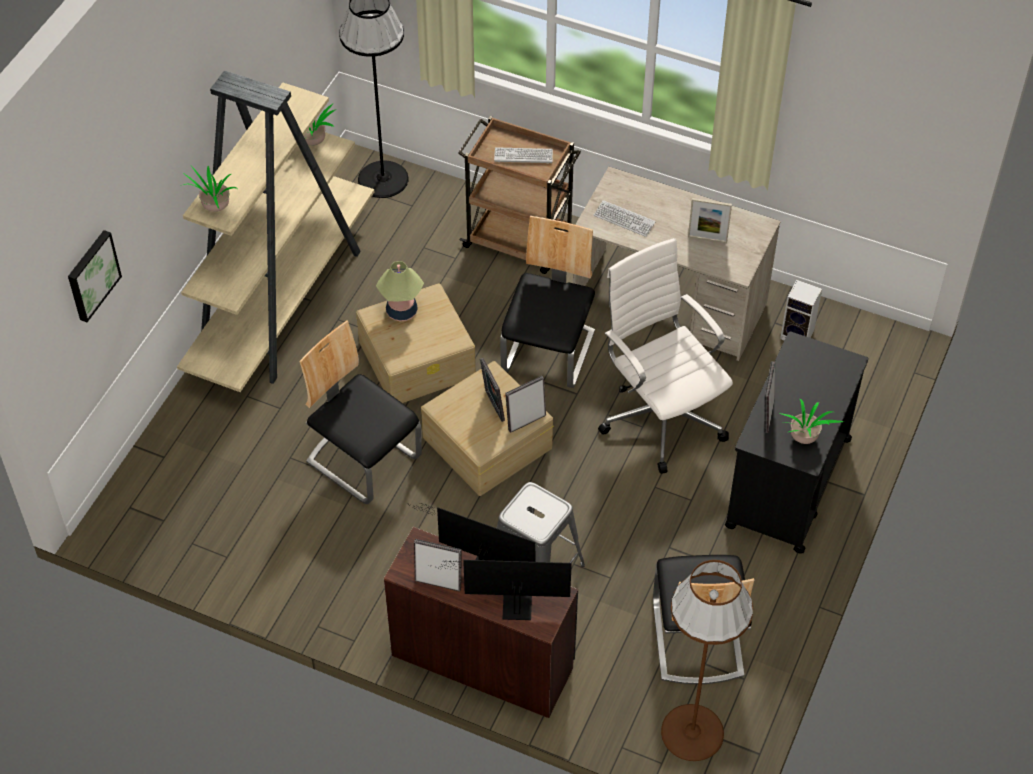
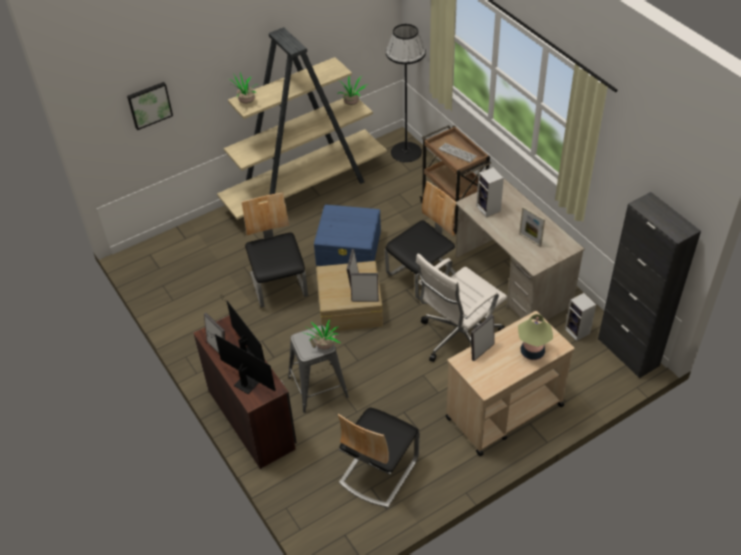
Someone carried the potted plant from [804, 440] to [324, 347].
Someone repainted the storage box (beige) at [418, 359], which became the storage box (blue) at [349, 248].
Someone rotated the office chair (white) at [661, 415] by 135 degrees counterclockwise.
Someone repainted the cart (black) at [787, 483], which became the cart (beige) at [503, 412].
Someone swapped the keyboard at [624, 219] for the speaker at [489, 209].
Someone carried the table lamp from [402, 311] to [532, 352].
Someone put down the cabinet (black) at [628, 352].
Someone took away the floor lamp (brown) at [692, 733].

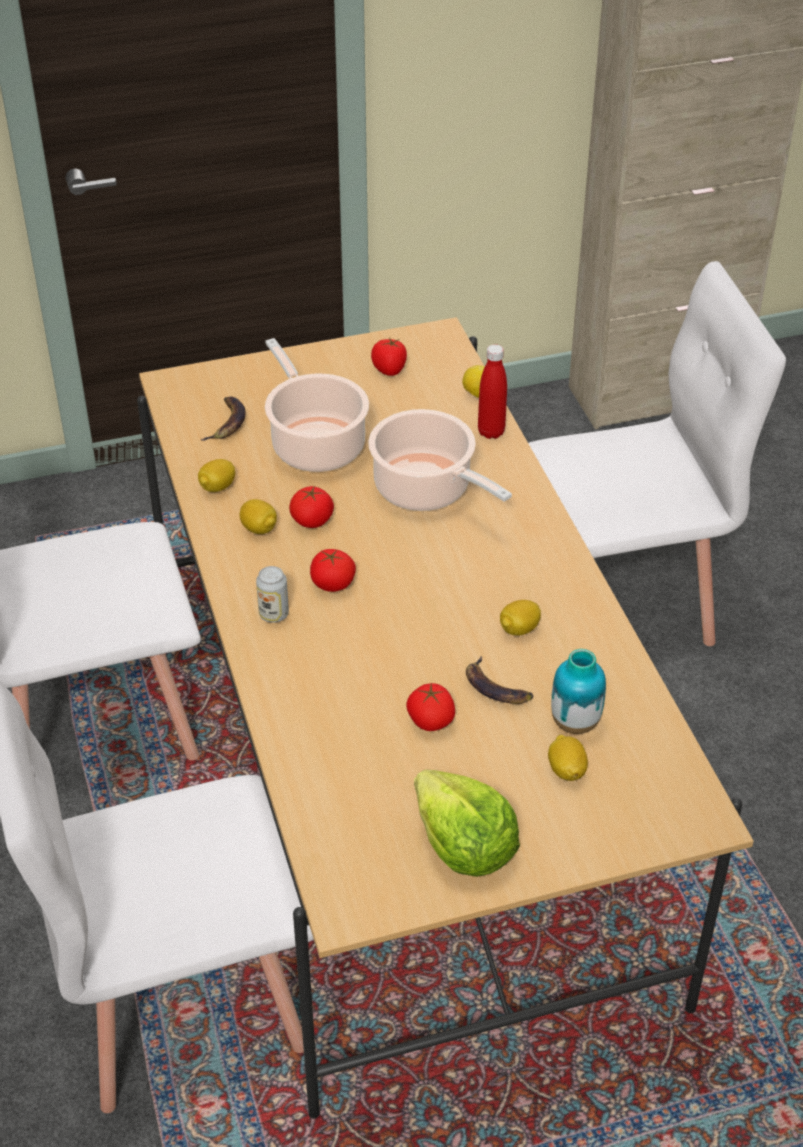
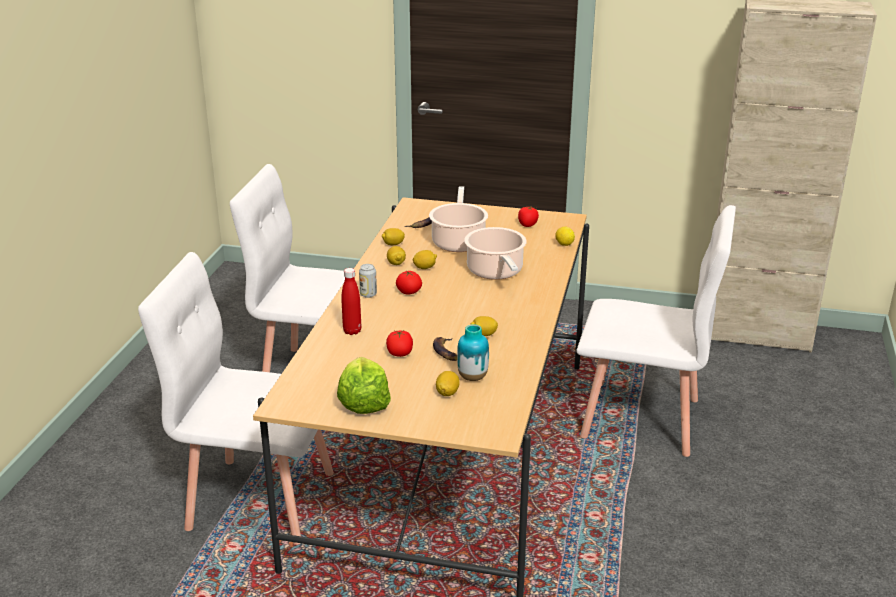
Someone carried the bottle (red) from [491, 432] to [352, 331].
Someone swapped the tomato at [312, 520] for the lemon at [425, 267].

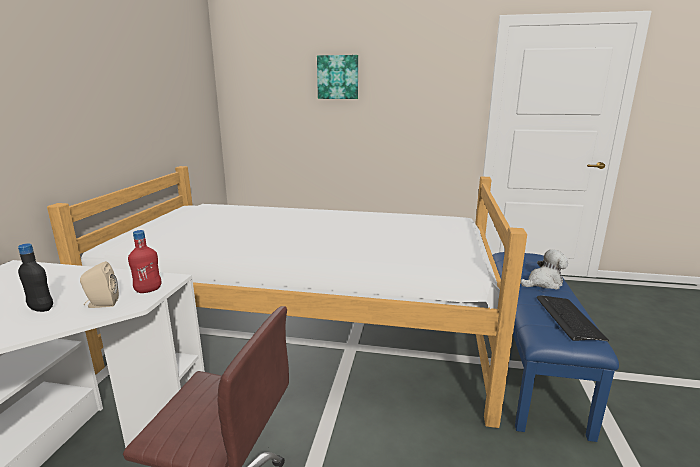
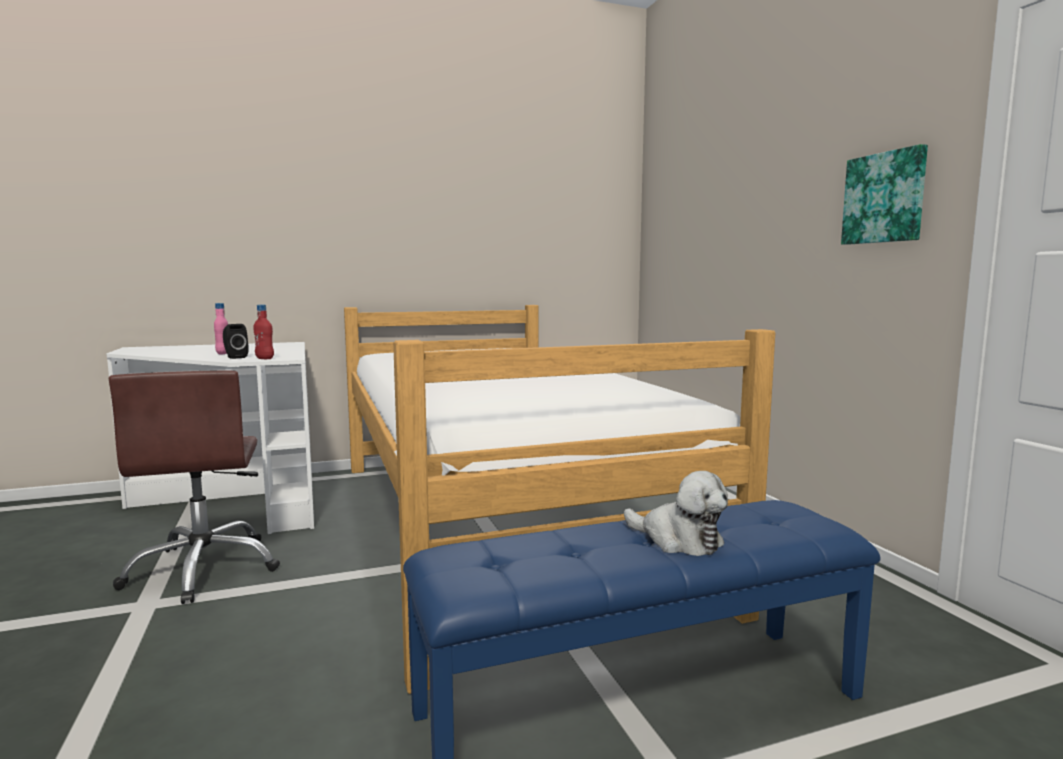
Someone repainted the bottle (black) at [41, 309], which became the bottle (pink) at [223, 353].
Someone repainted the speaker (beige) at [101, 304], which became the speaker (black) at [235, 357].
Someone carried the picture from [338, 77] to [885, 198].
Someone took away the keyboard at [568, 318].

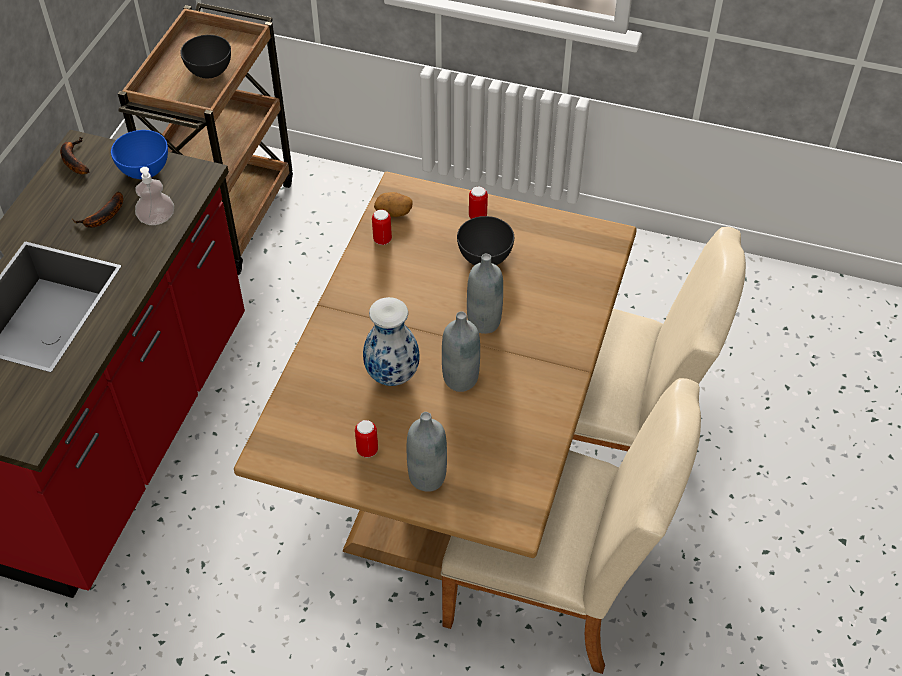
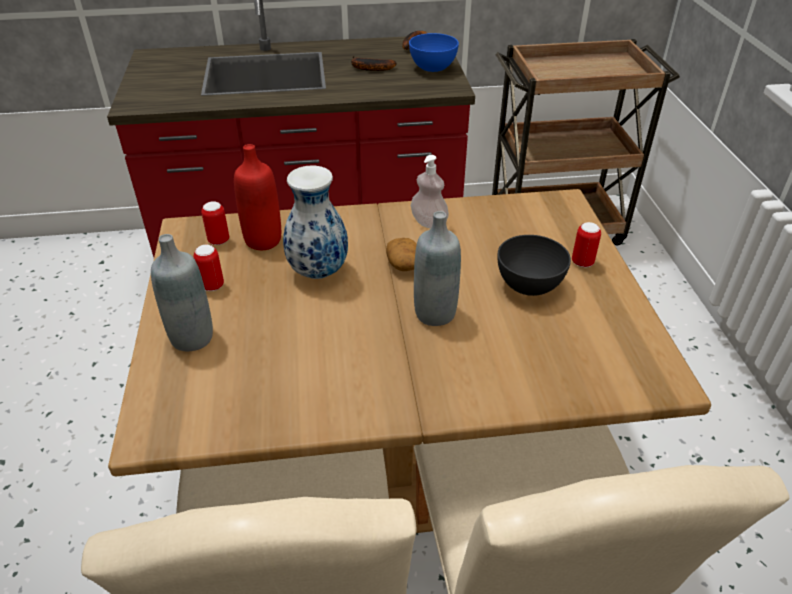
Someone carried the can from [382, 240] to [219, 240].
Someone put down the bottle (red) at [263, 240].
Someone carried the potato from [394, 212] to [404, 265].
Someone carried the soap dispenser from [157, 219] to [428, 222].
Someone took away the bowl (grey) at [209, 72].
Someone took away the bottle (grey) at [460, 379].

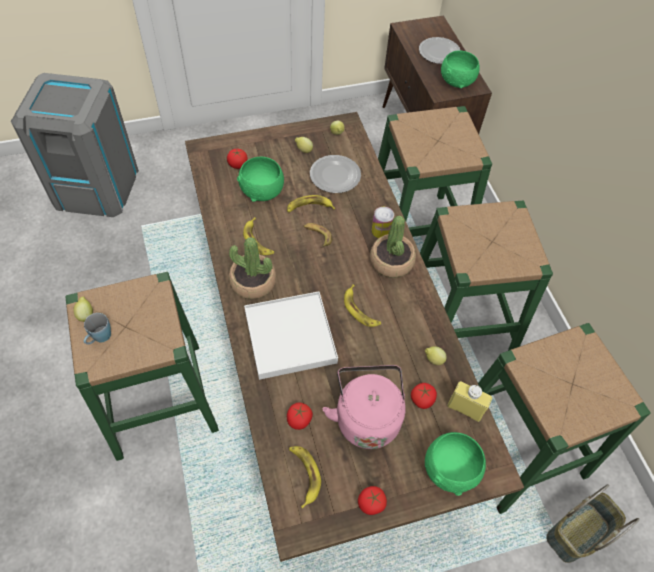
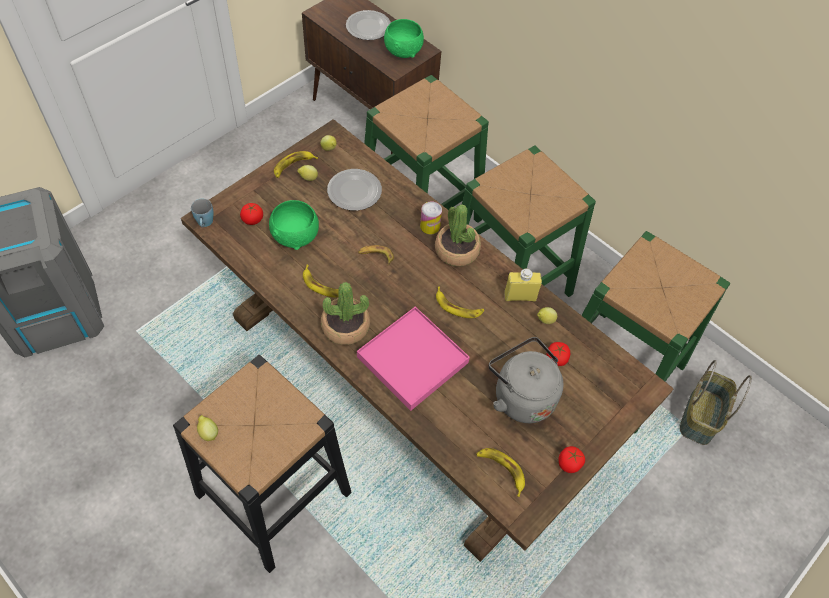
Someone repainted the stool (green) at [159, 399], which became the stool (black) at [273, 493].
Someone carried the mug (blue) from [99, 338] to [205, 224].
Someone carried the banana from [309, 207] to [293, 166].
Someone repainted the tray (white) at [290, 337], which became the tray (pink) at [413, 360].
Someone repainted the kettle (pink) at [366, 416], which became the kettle (grey) at [521, 396].
Someone carried the bottle (yellow) from [465, 409] to [520, 296].
Someone took away the tomato at [299, 420].
Someone took away the bowl (green) at [451, 469].

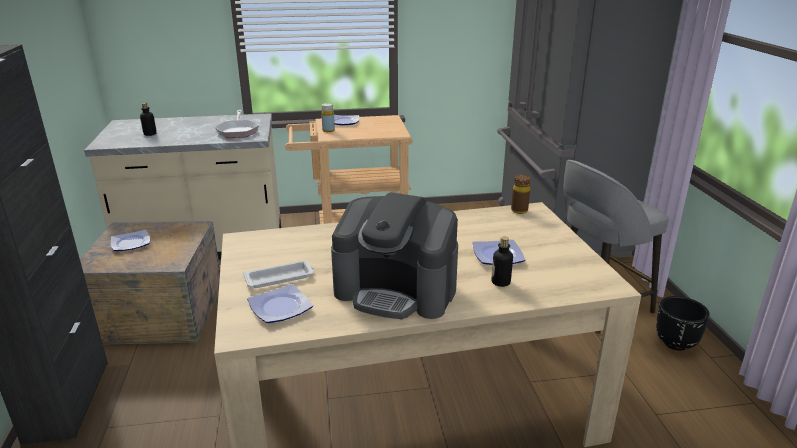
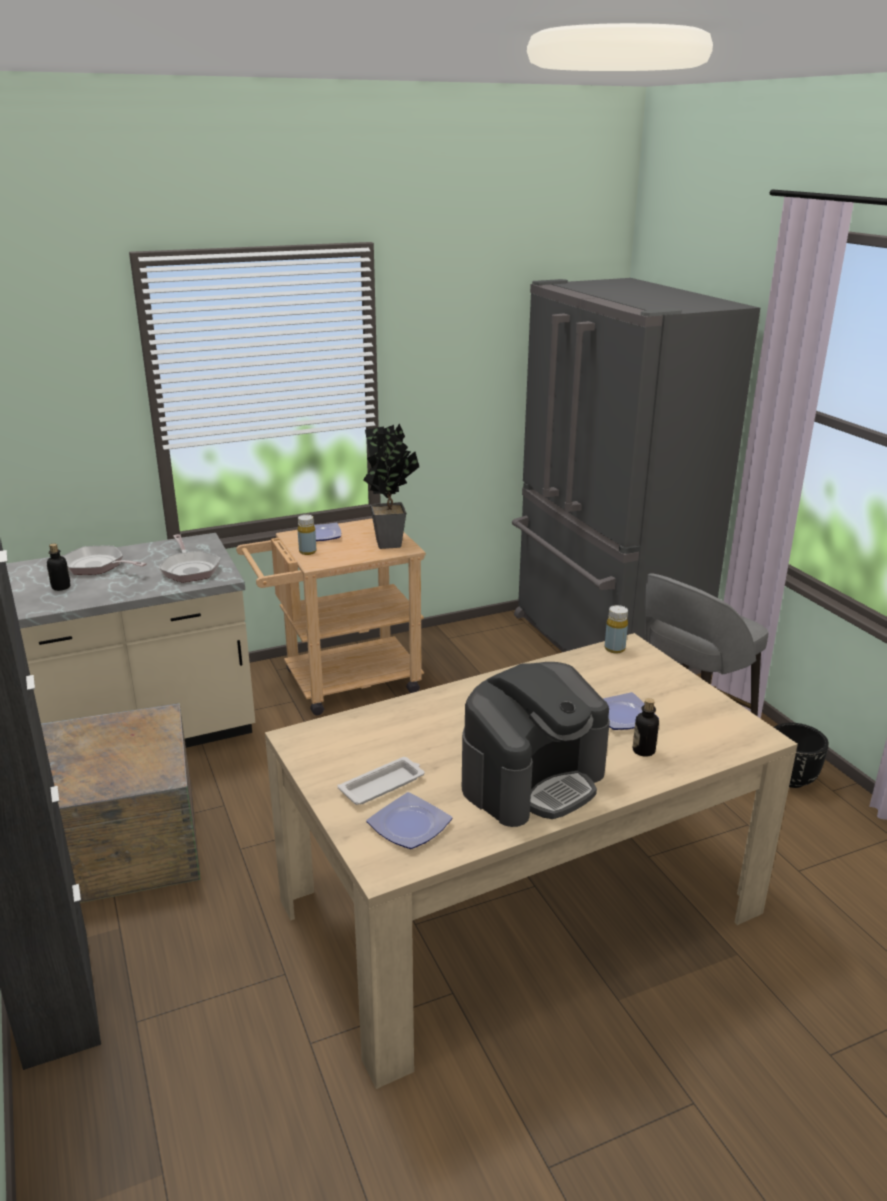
Someone put down the frying pan at [98, 566].
Someone put down the potted plant at [390, 541].
Someone rotated the coffee machine at [396, 290] by 45 degrees counterclockwise.
Someone repainted the bottle (brown) at [519, 210], which became the bottle (yellow) at [614, 649].
Someone took away the plate at [131, 243].

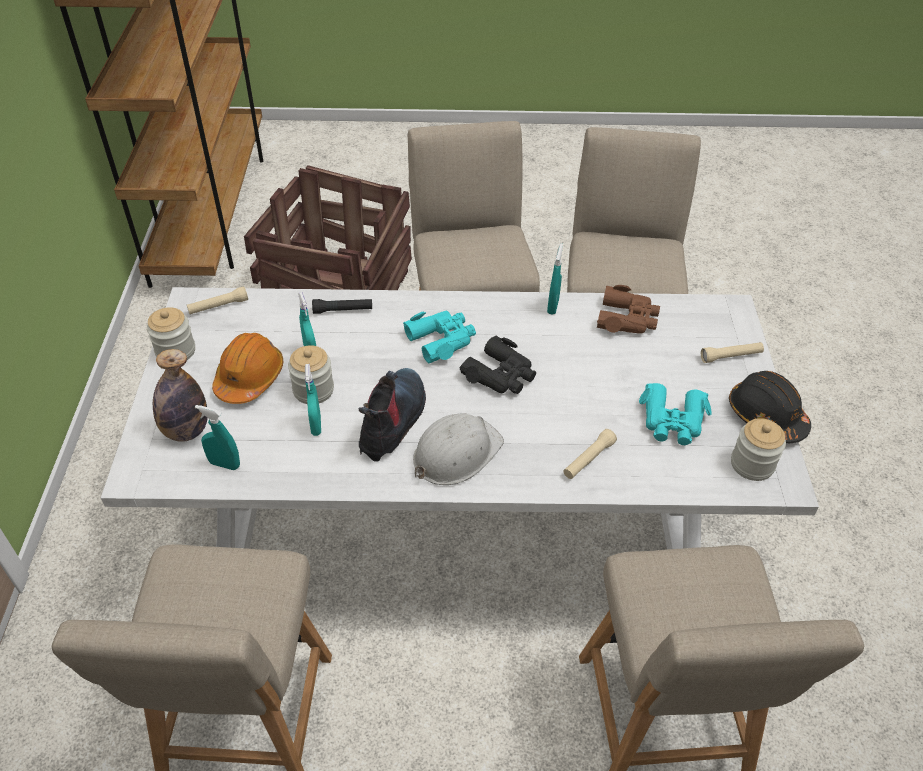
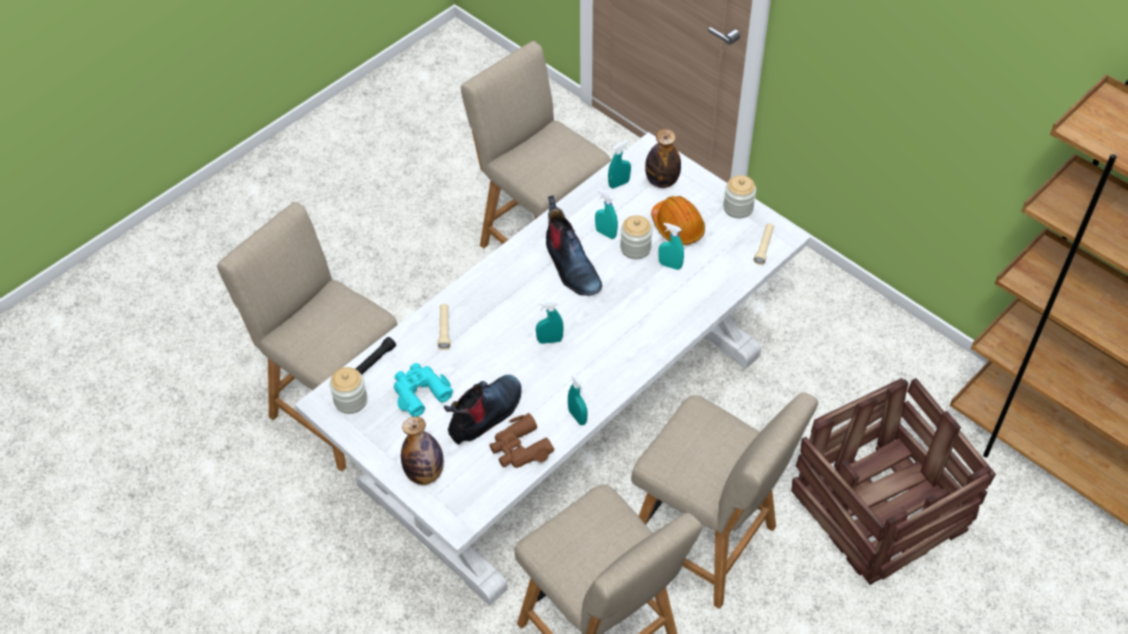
Someone carried the flashlight (black) from [343, 310] to [374, 361].
Someone swapped the flashlight (beige) at [730, 356] for the bottle at [425, 473].
Someone put down the boot at [485, 415].
Someone swapped the binoculars (black) at [500, 374] for the spray bottle (turquoise) at [549, 340].
Someone took away the binoculars (turquoise) at [441, 340].
Someone took away the hard hat (white) at [455, 453].
Someone took away the hard hat (black) at [766, 416].

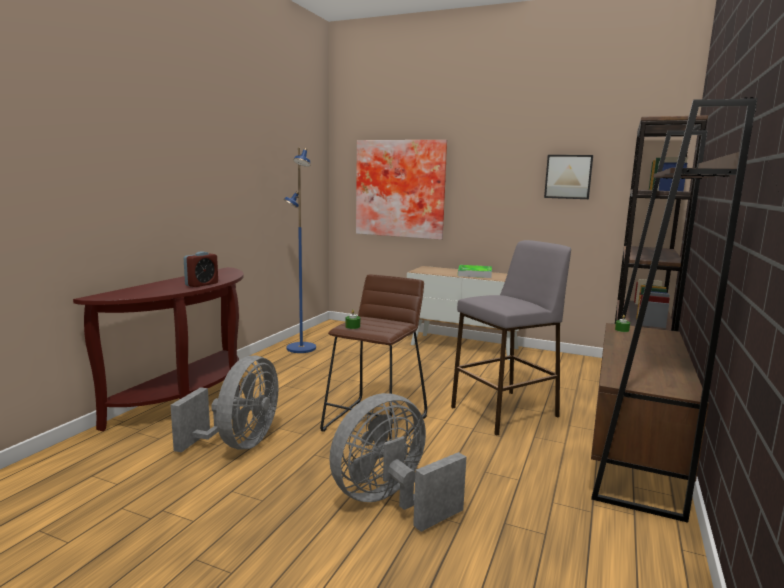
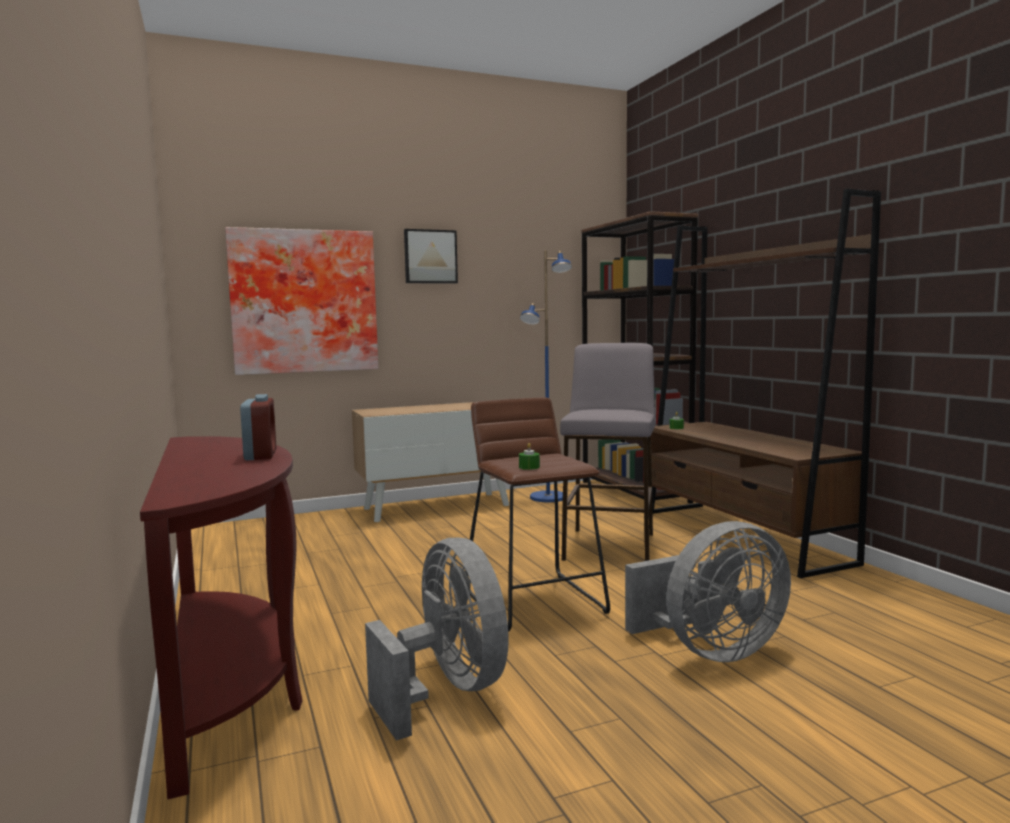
Someone carried the picture from [568, 177] to [430, 257].
Someone carried the floor lamp (blue) from [300, 348] to [548, 498].
Someone rotated the fan (grey) at [390, 502] by 120 degrees counterclockwise.
Someone took away the tray at [474, 274].

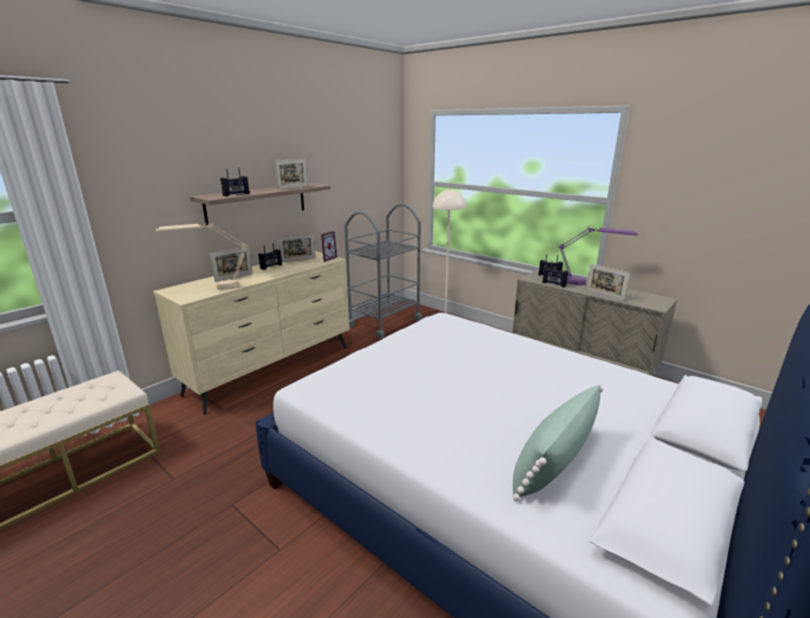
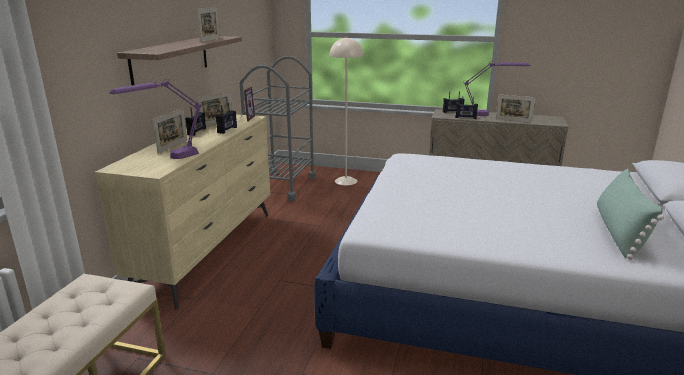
Someone repainted the table lamp (beige) at [212, 288], which became the table lamp (purple) at [167, 159].
Someone carried the radio from [236, 195] to [227, 130].

